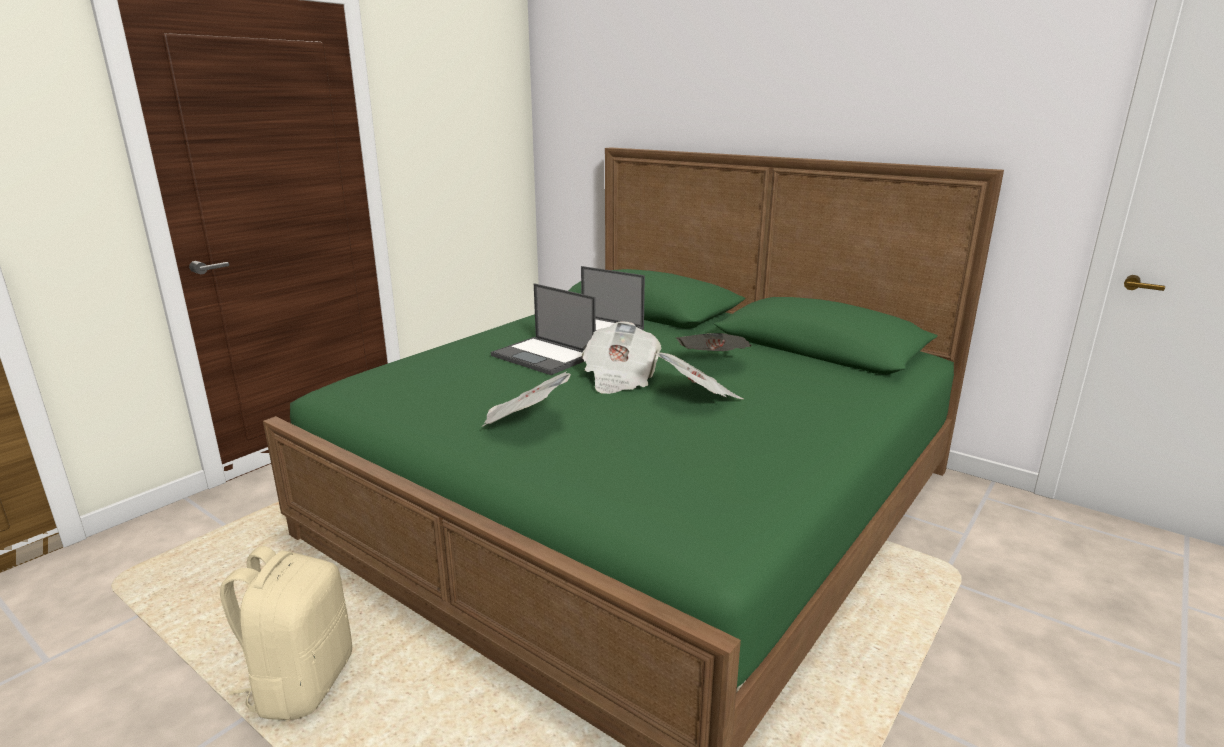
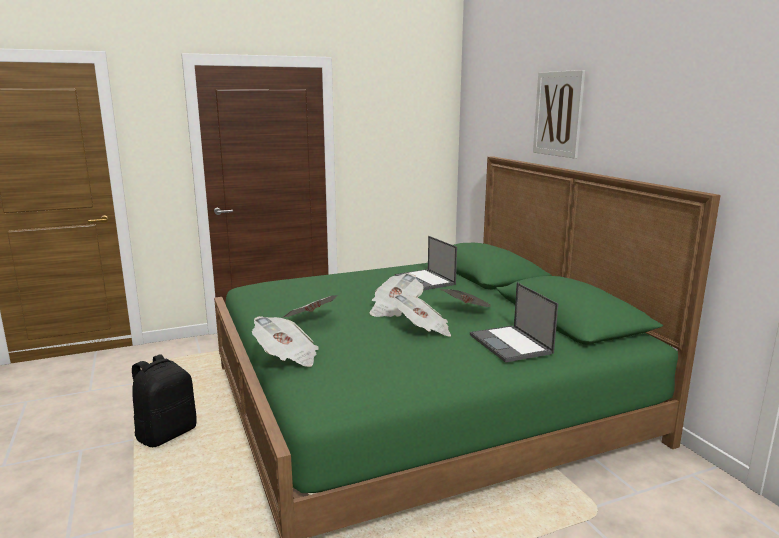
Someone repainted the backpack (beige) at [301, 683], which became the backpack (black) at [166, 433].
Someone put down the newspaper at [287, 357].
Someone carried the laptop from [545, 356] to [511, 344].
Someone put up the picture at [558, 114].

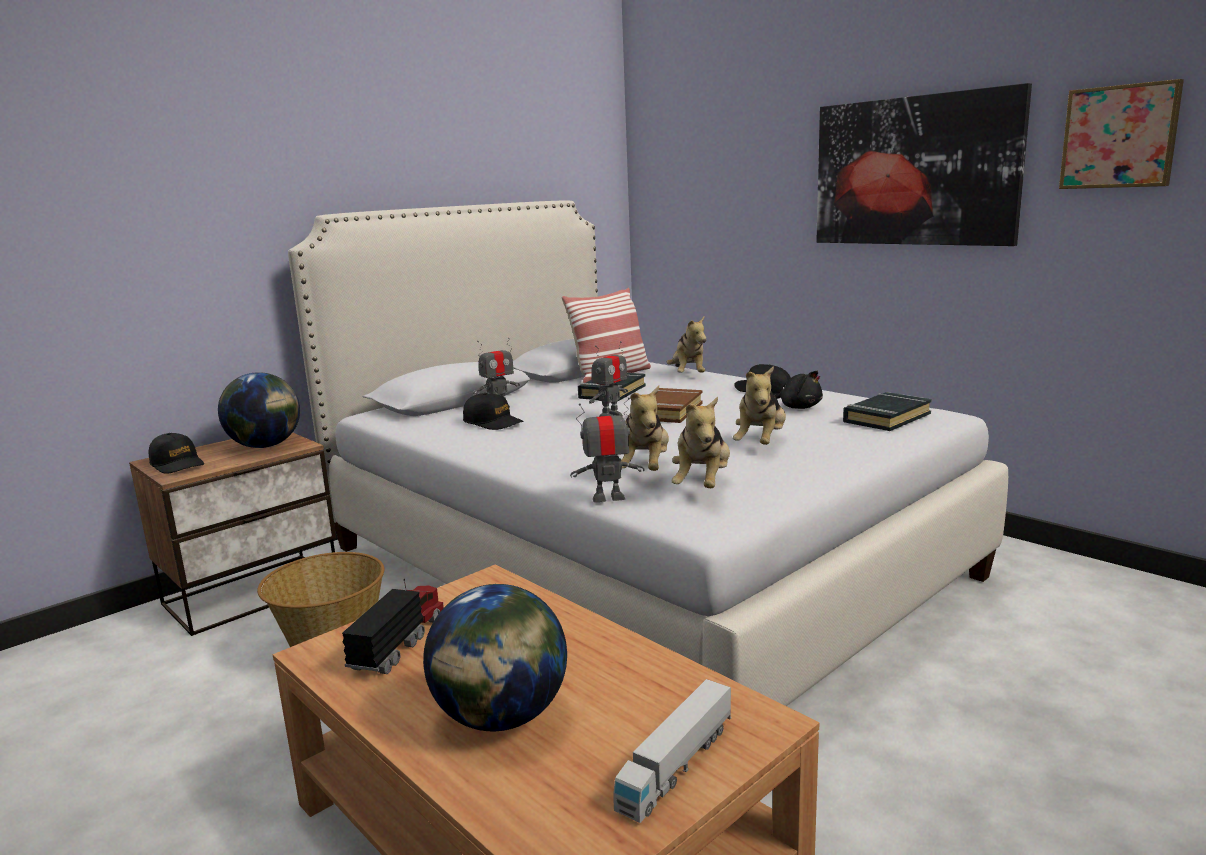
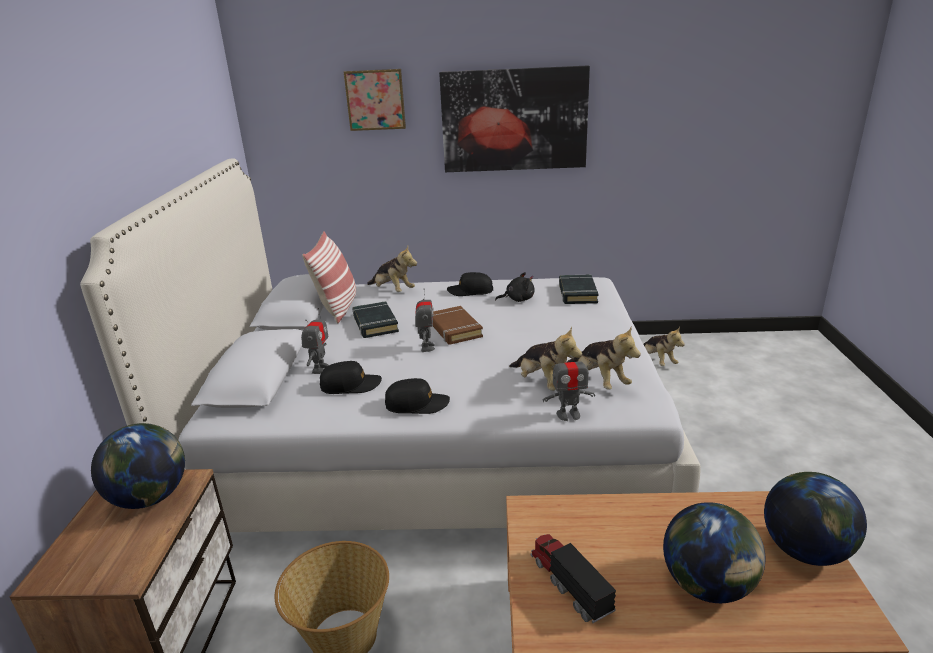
Someone carried the picture from [1120, 137] to [375, 99].
Someone carried the cap (black) from [177, 464] to [417, 404].
Someone rotated the toy robot at [608, 498] by 135 degrees counterclockwise.
Someone carried the plush toy from [761, 443] to [657, 361].
Someone swapped the toy truck at [677, 765] for the globe at [805, 550].

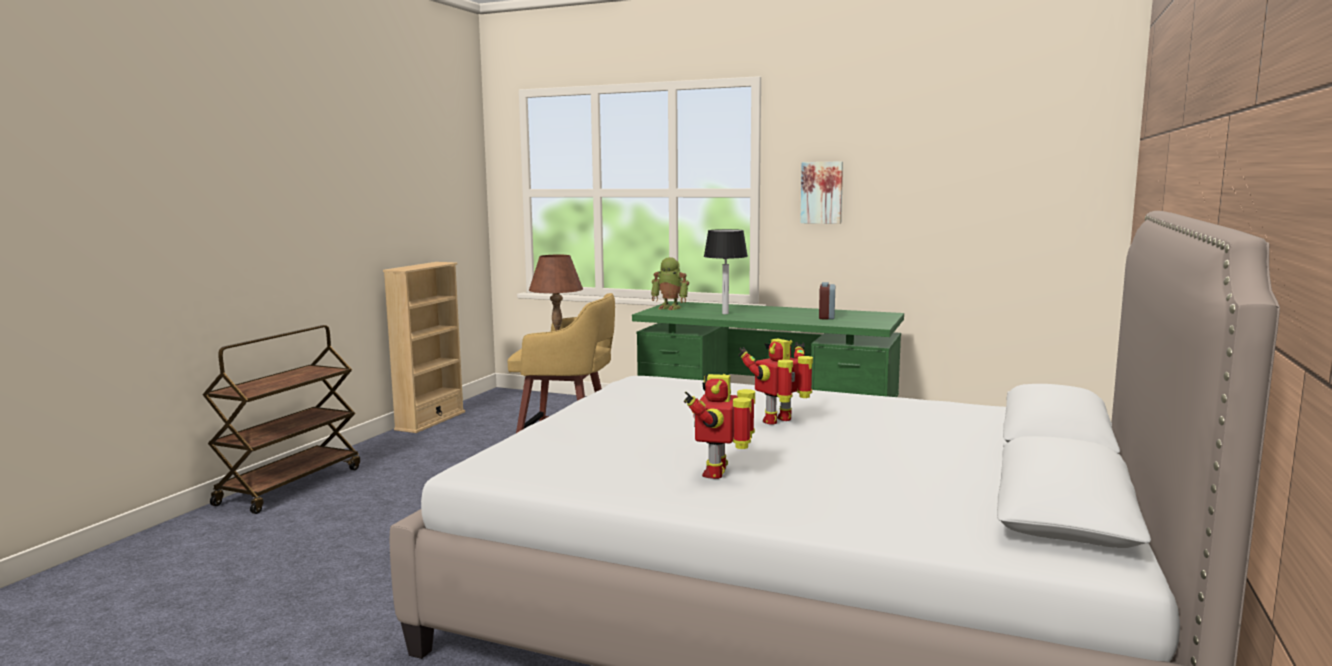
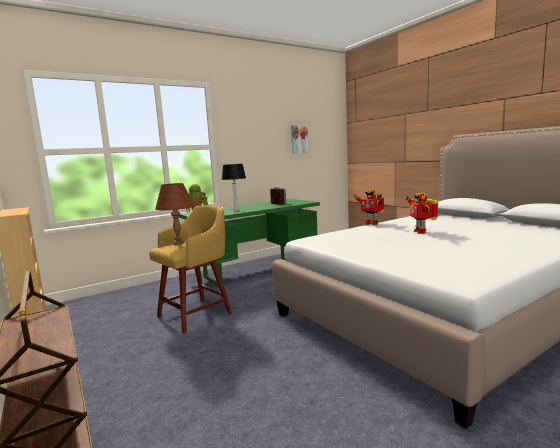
Someone carried the picture from [822, 192] to [299, 139].
Someone carried the toy robot from [719, 472] to [371, 223].

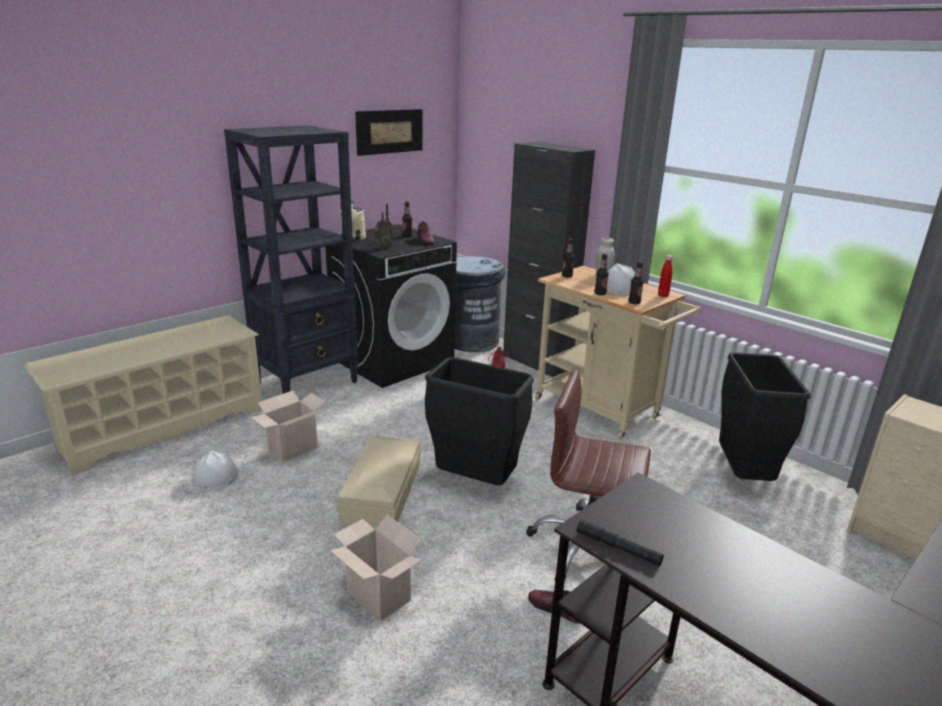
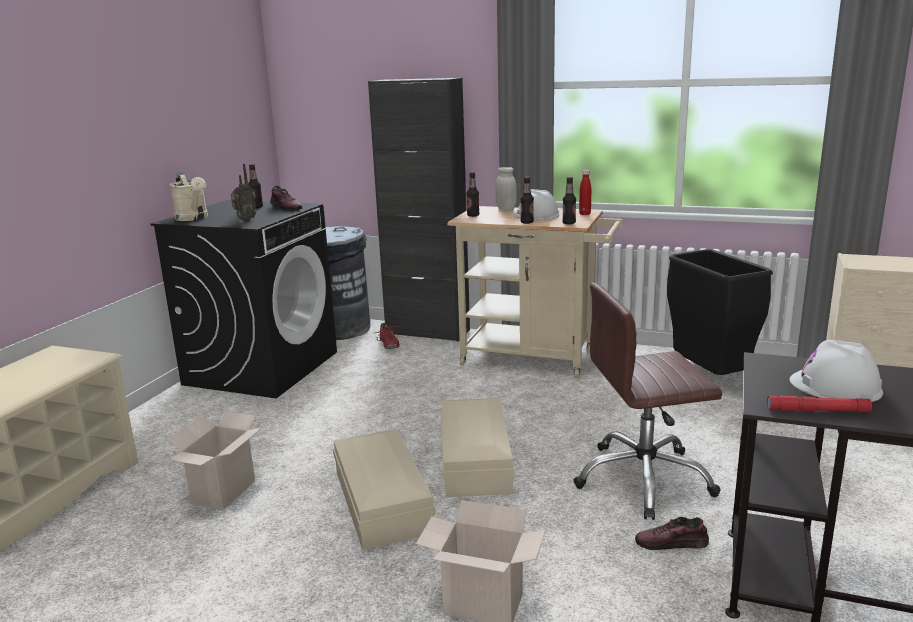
Someone swapped the trash can (black) at [475, 483] for the storage box (beige) at [476, 458].
Someone repainted the flashlight (black) at [618, 547], which became the flashlight (red) at [817, 410].
Someone carried the hard hat (white) from [215, 477] to [835, 386].
Someone took away the bookcase (black) at [307, 383].
Someone took away the picture at [389, 131].

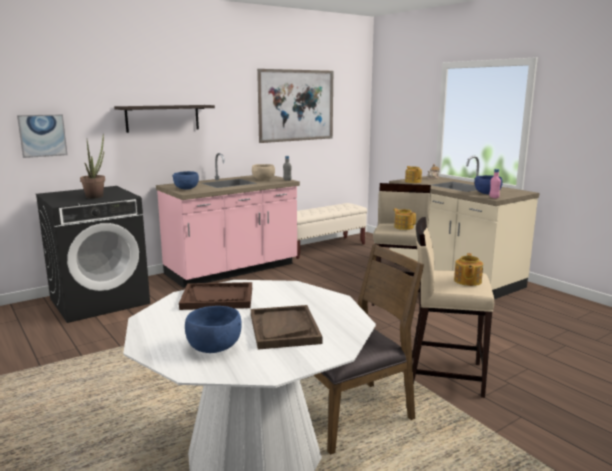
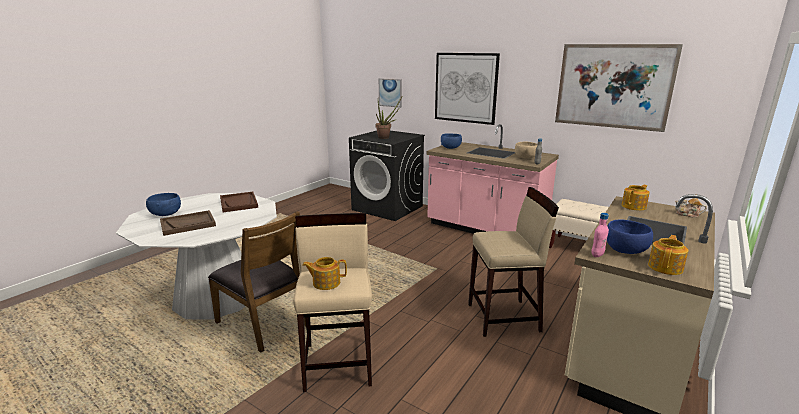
Someone swapped the shelf at [162, 118] for the picture at [465, 88].
Someone carried the teapot from [403, 227] to [666, 267].

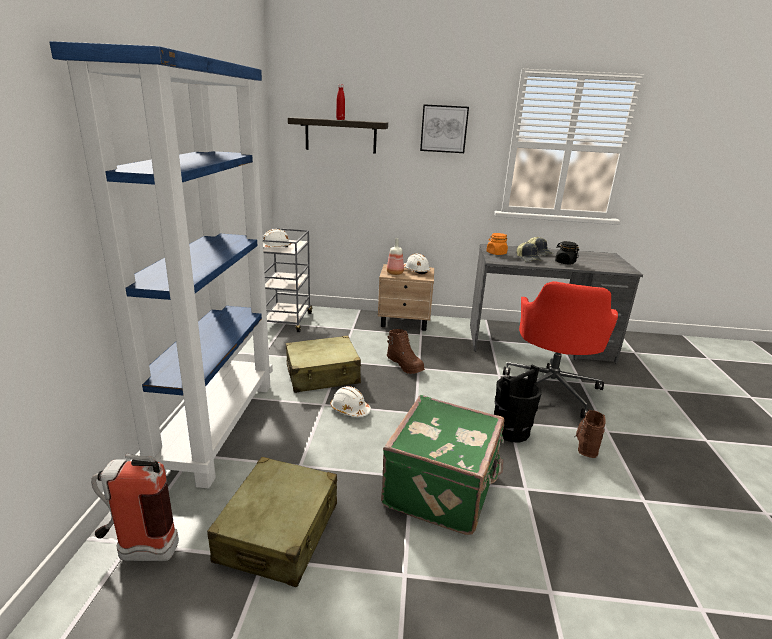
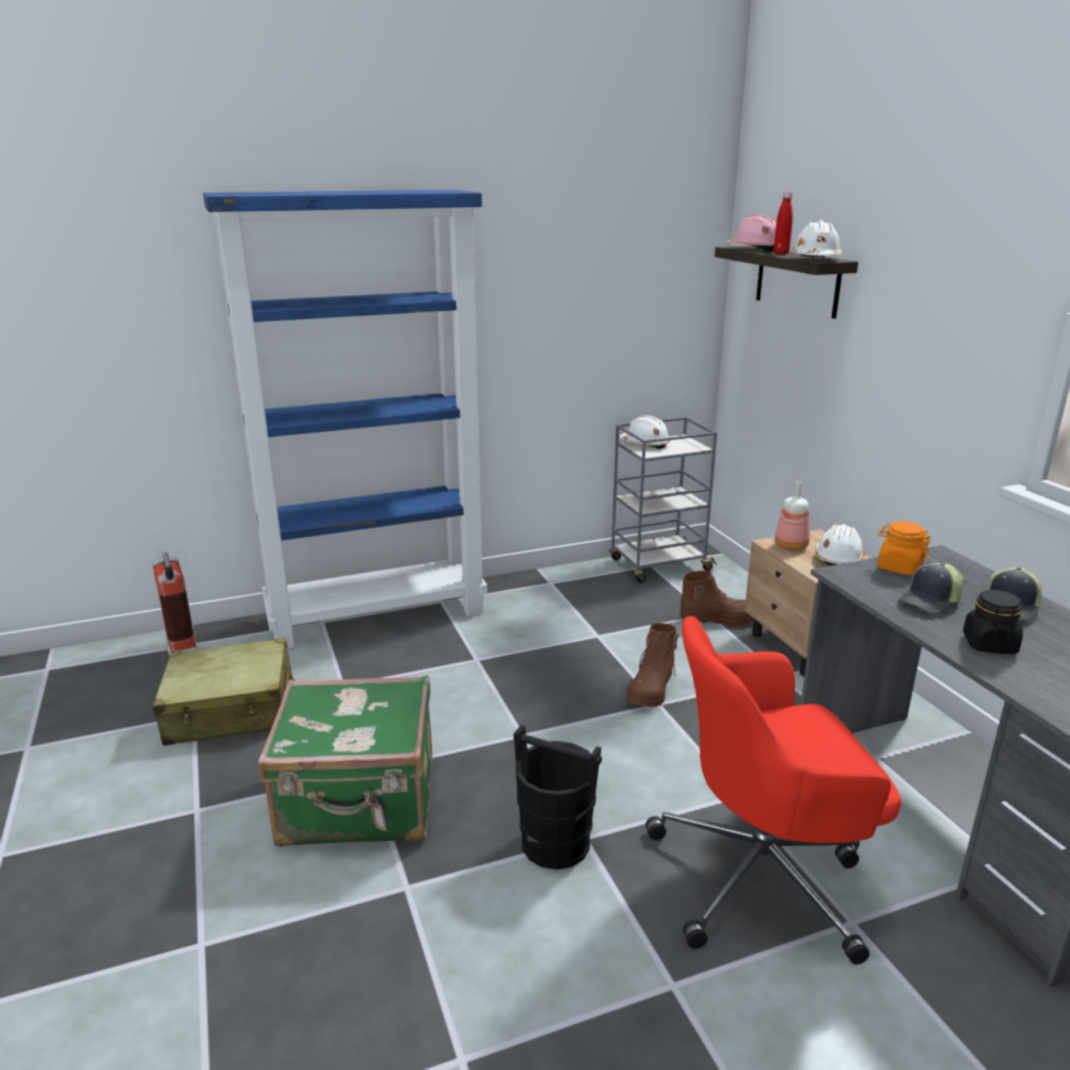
Someone carried the boot (brown) from [587, 442] to [717, 620].
Someone put down the hard hat (pink) at [754, 249].
Someone carried the hard hat (white) from [350, 409] to [816, 259].
Someone took away the suitcase (beige) at [323, 375].
Someone took away the picture at [444, 129].

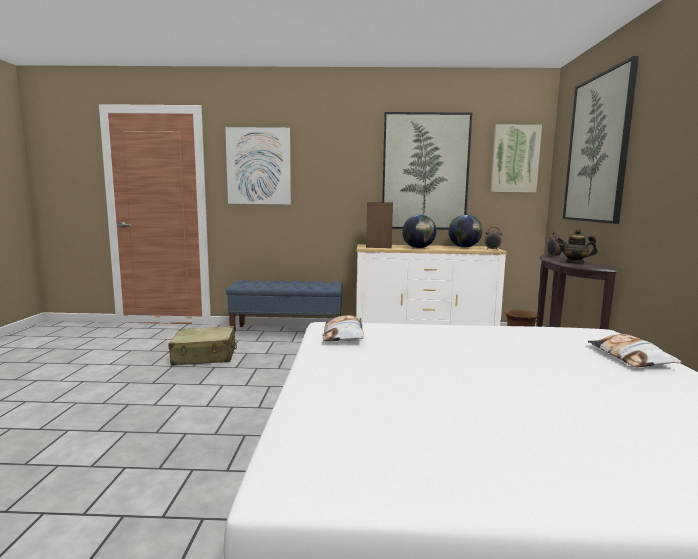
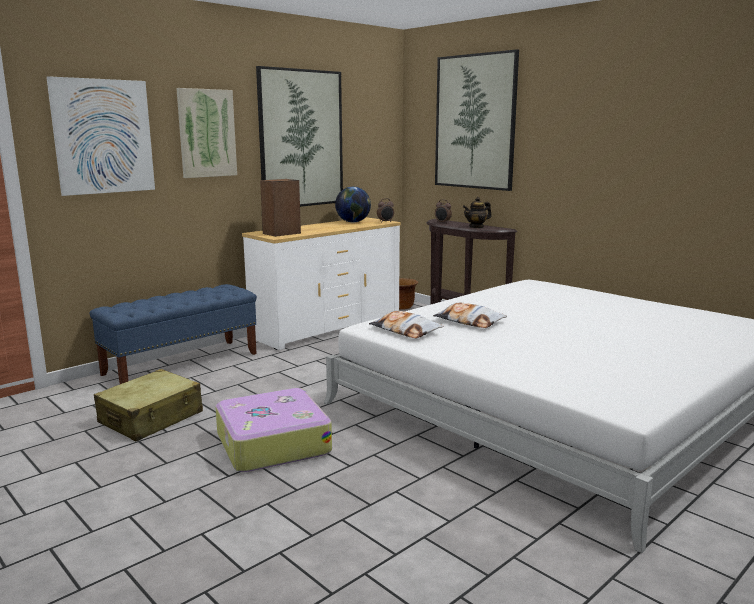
Someone carried the picture from [515, 159] to [206, 133].
Someone put down the suitcase at [271, 443].
Someone carried the pillow from [630, 357] to [469, 321].
Someone took away the globe at [418, 248].

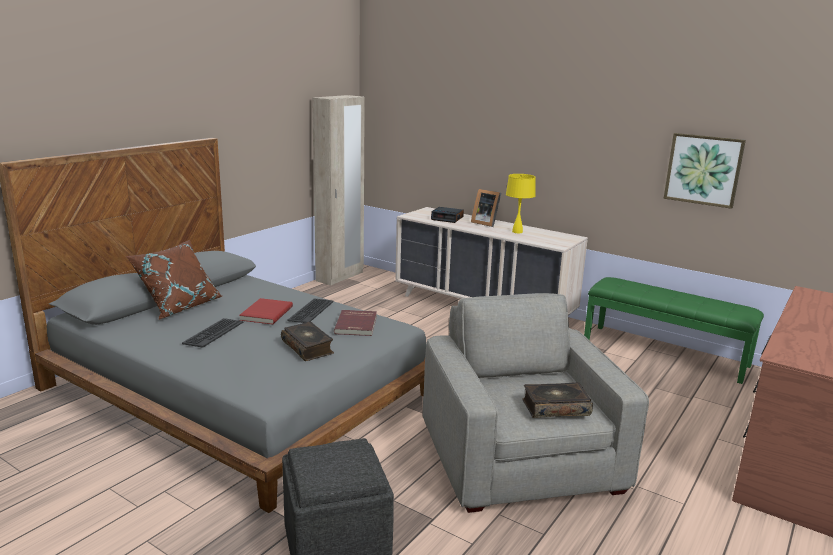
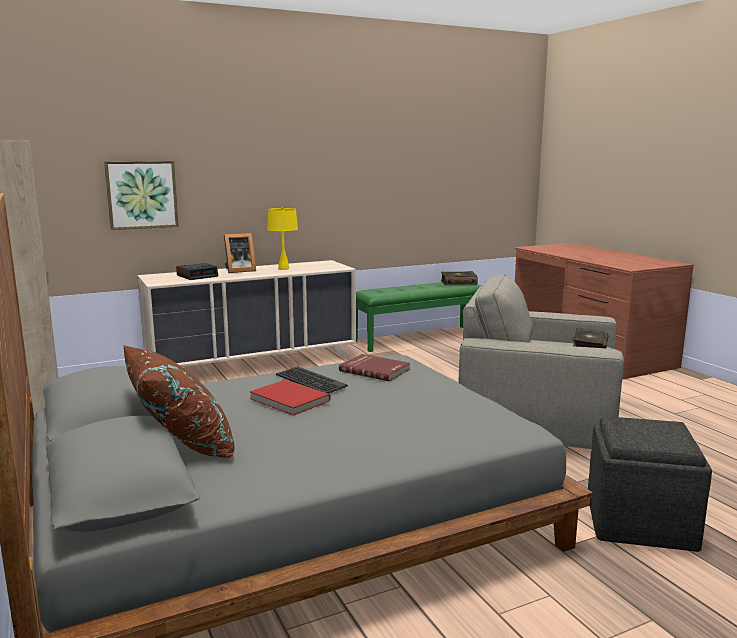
Someone carried the picture from [703, 170] to [142, 194].
Someone carried the book from [308, 347] to [458, 283].
Someone took away the keyboard at [213, 333].

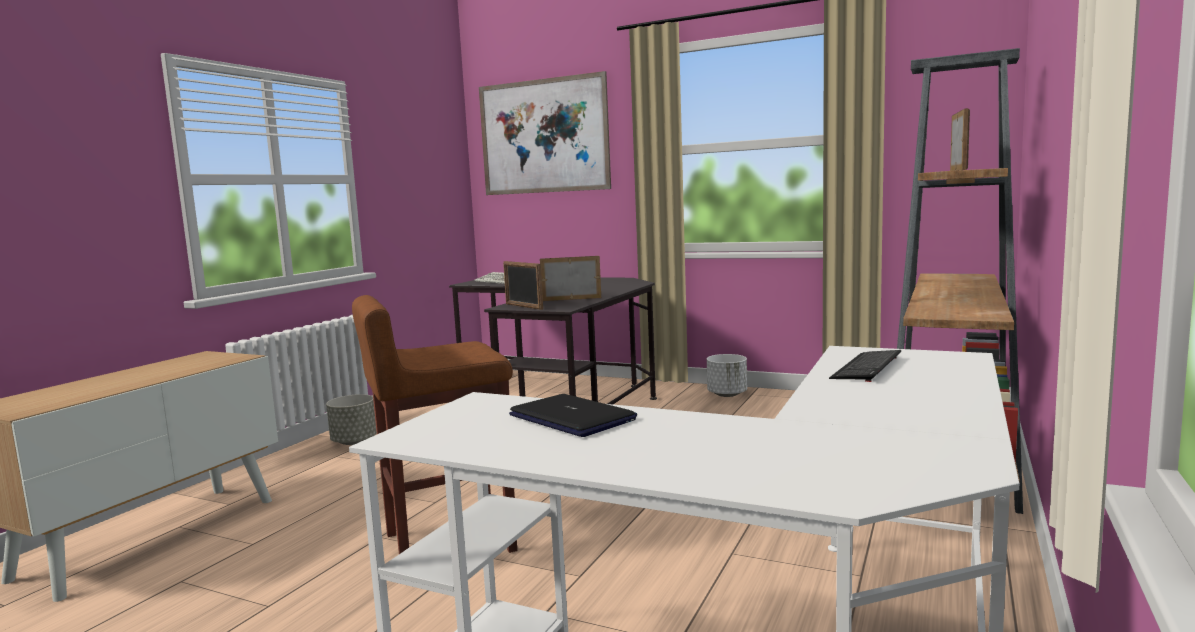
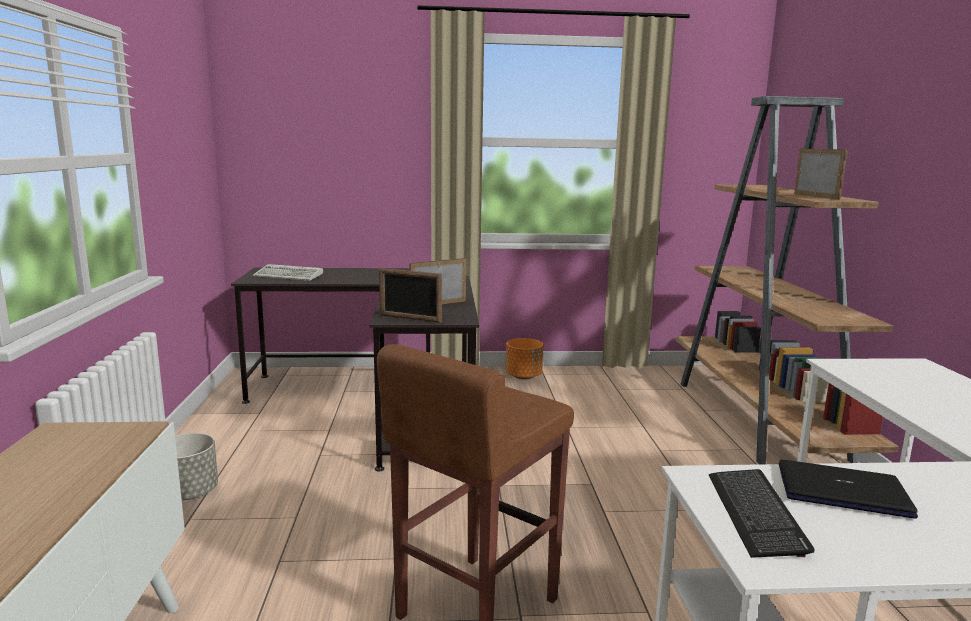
Someone repainted the planter (white) at [727, 394], which became the planter (orange) at [523, 376].
Someone carried the keyboard from [867, 367] to [755, 513].
Someone took away the picture at [543, 136].

